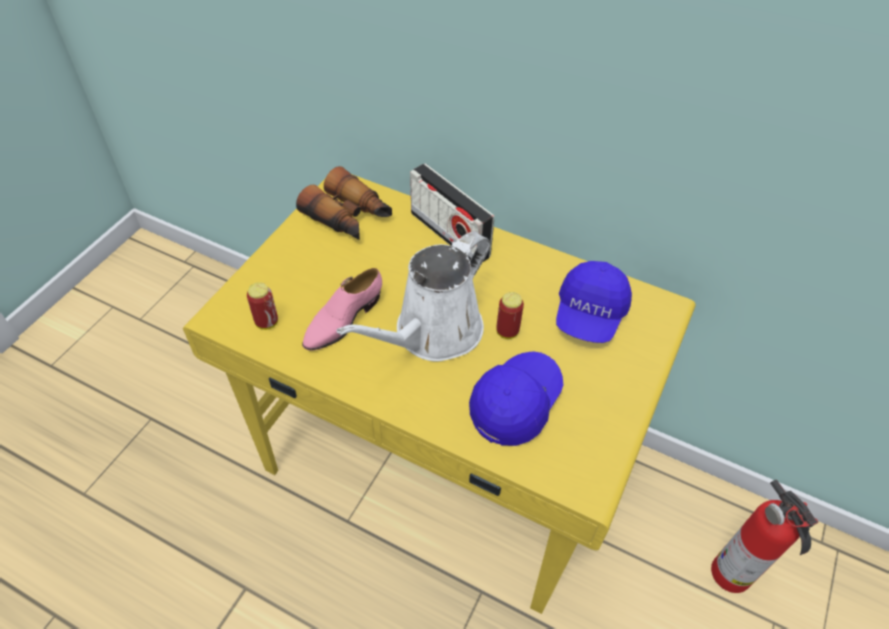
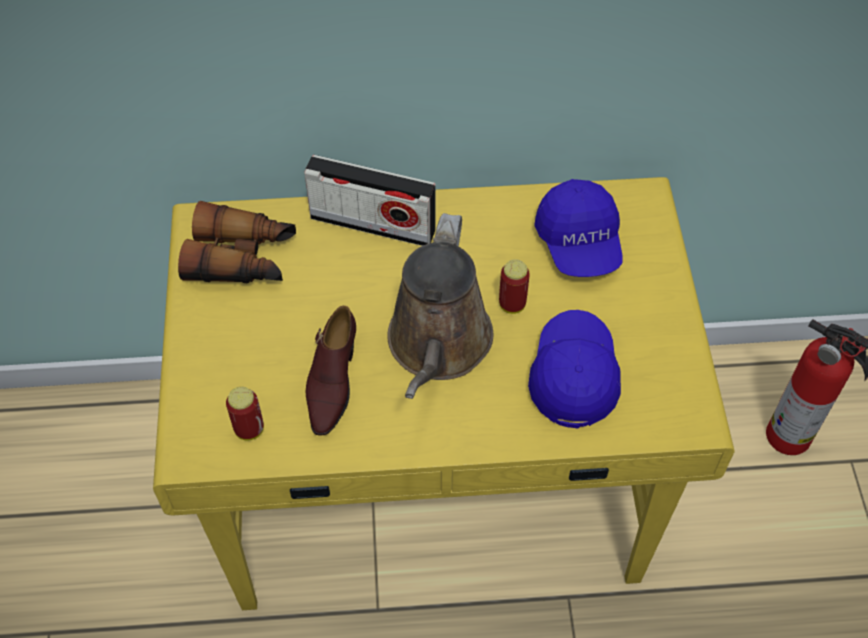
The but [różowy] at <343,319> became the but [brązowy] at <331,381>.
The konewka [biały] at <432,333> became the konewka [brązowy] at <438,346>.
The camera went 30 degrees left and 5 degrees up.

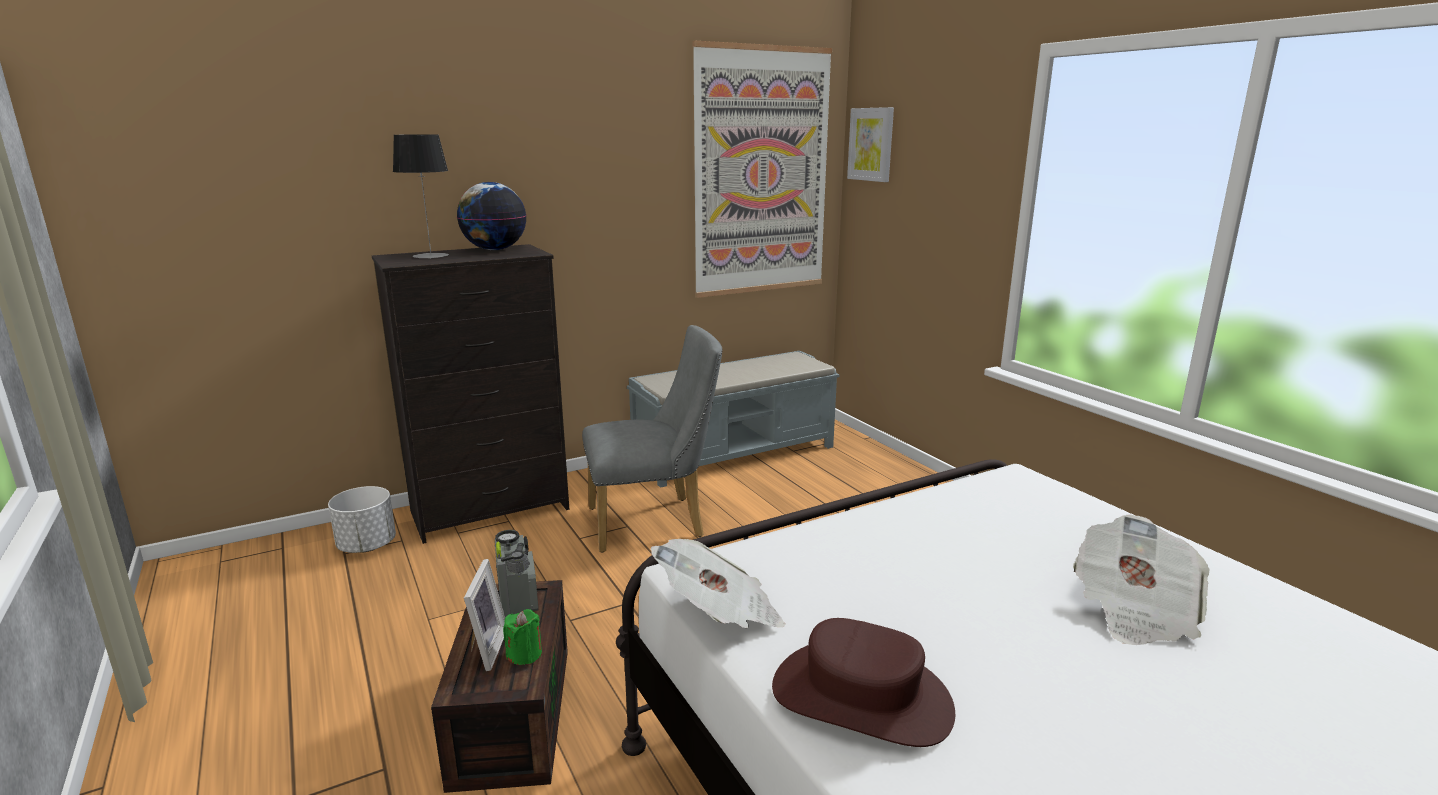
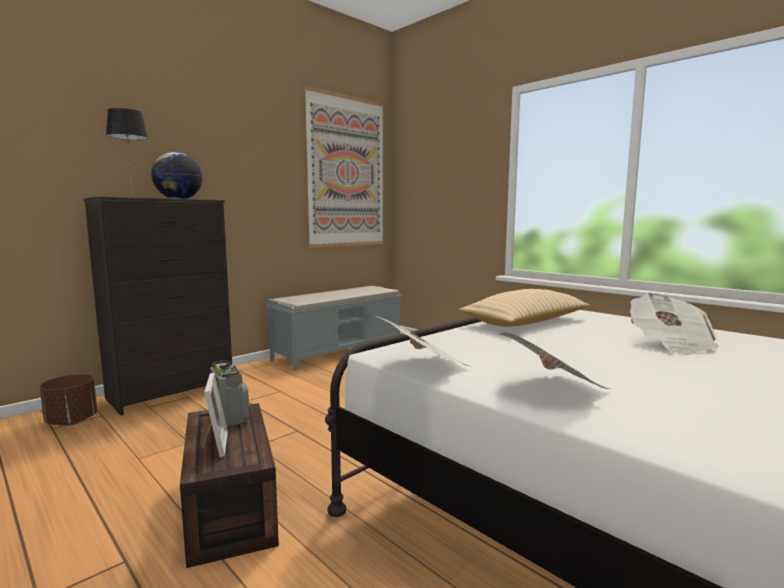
The donica [biały] at <366,546> became the donica [brązowy] at <71,421>.
The poduszka [beżowy] at <525,322> appeared.
The kapelusz [brązowy] at <861,697> was replaced by the gazeta at <553,389>.
The świeca [zielony] at <524,654> disappeared.
The krzesło [szary] at <655,522> disappeared.
The obraz at <871,144> disappeared.
The camera went 15 degrees left and 10 degrees down.

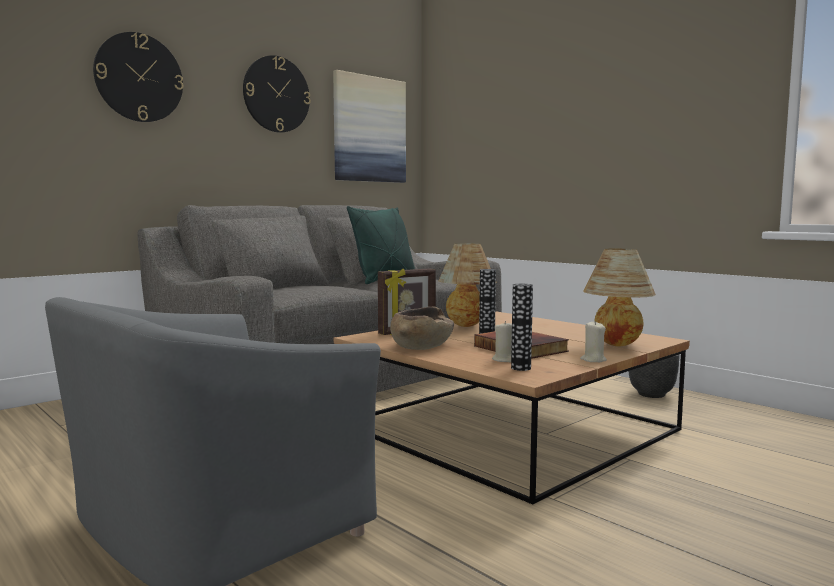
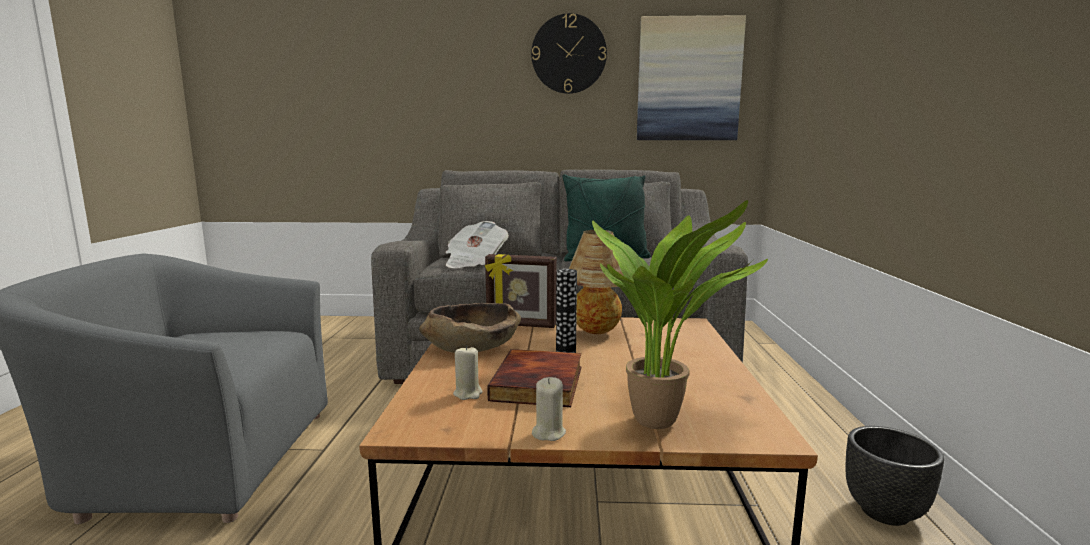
The gazeta at <474,262> appeared.
The lampa stołowa at <615,345> was replaced by the roślina doniczkowa at <662,420>.
The zegar ścienny at <139,78> disappeared.
The wazon at <521,368> disappeared.
The camera went 45 degrees right and 5 degrees up.

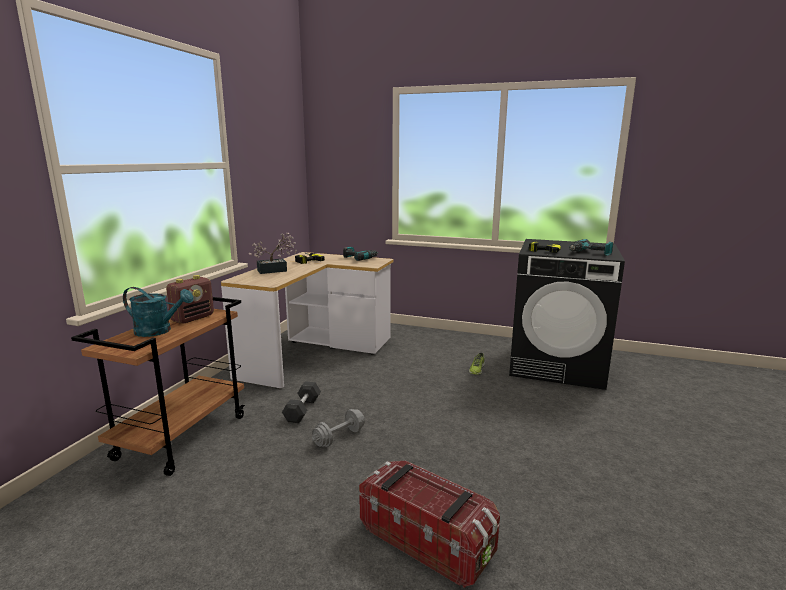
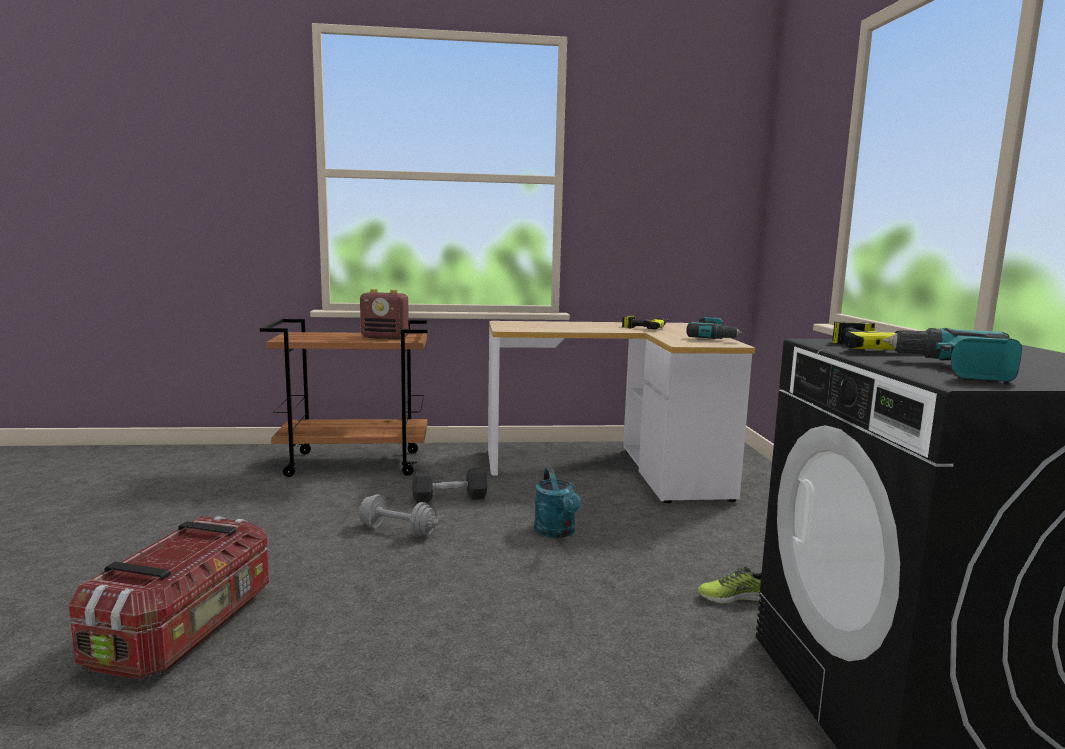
The konewka [turkusowy] moved from <159,331> to <557,532>.
The roślina doniczkowa at <276,270> disappeared.
The camera went 65 degrees right and 5 degrees down.

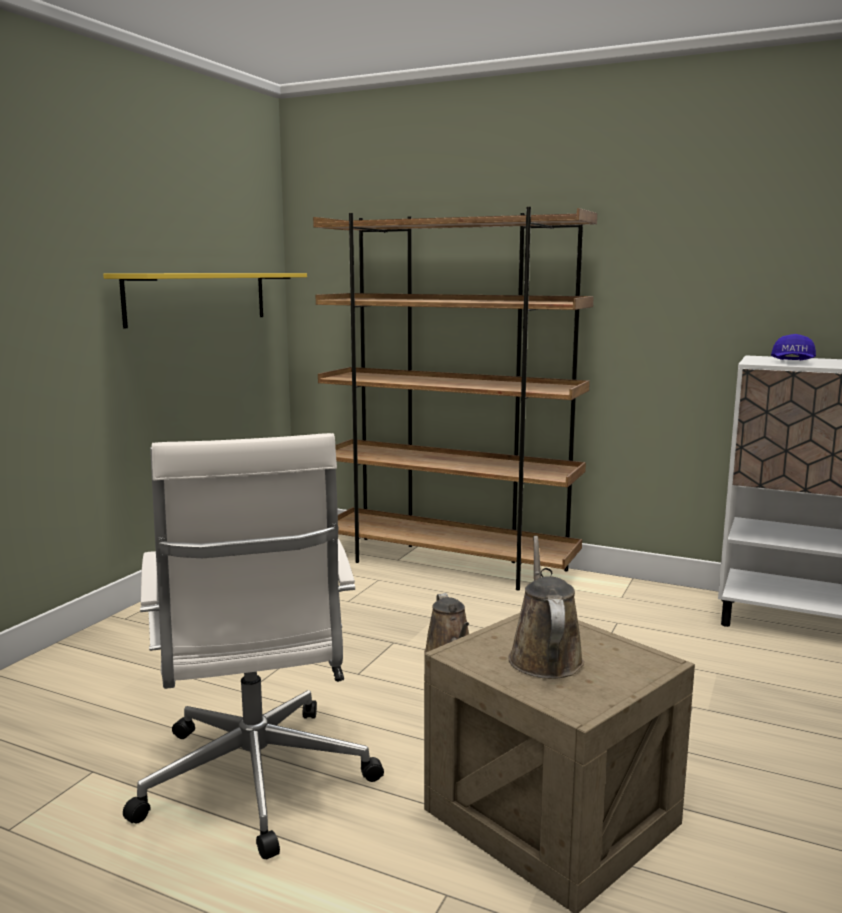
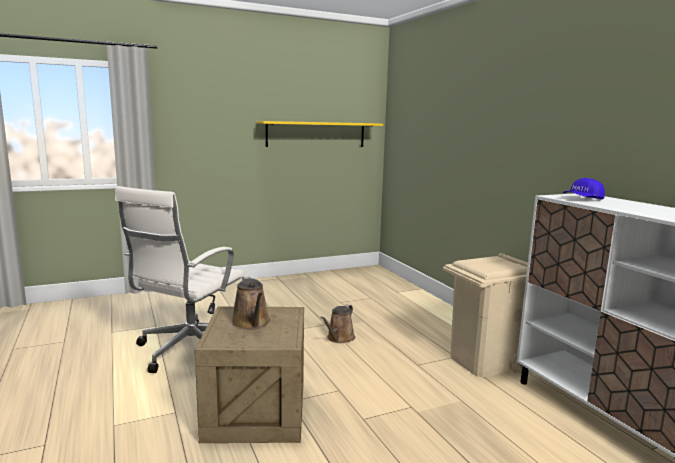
The konewka [brązowy] at <544,656> turned 120 degrees clockwise.
The kosz na śmieci [beżowy] at <483,362> appeared.
The regał [brązowy] at <448,564> disappeared.
The camera went 40 degrees right and 0 degrees up.

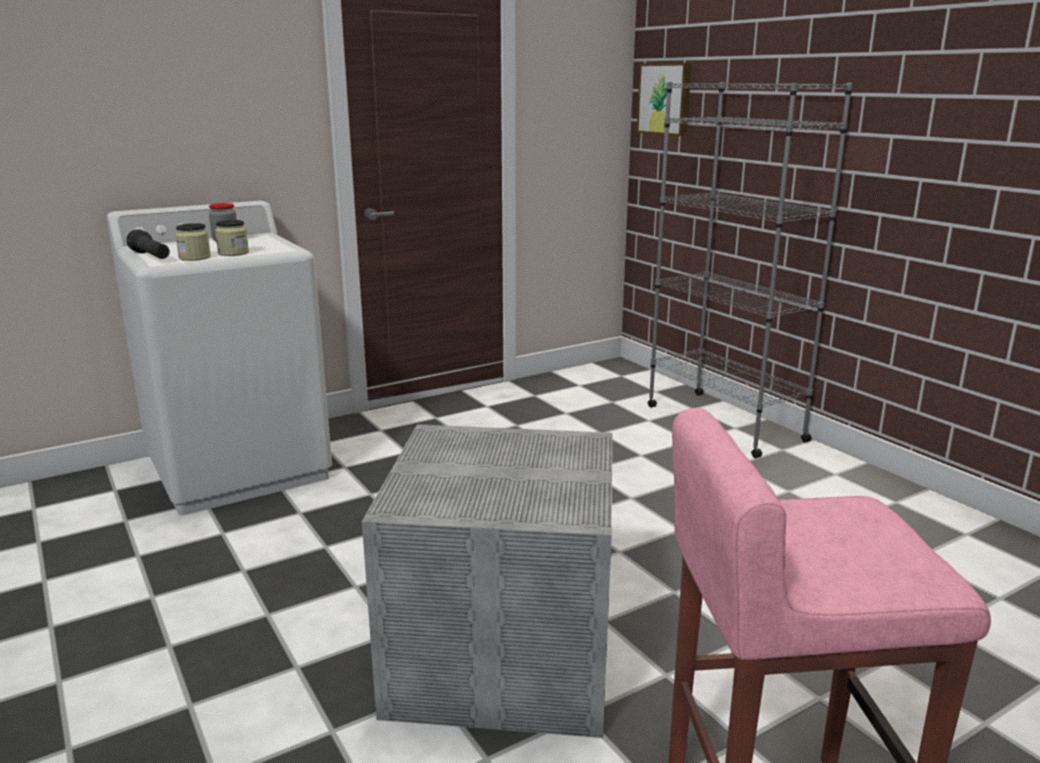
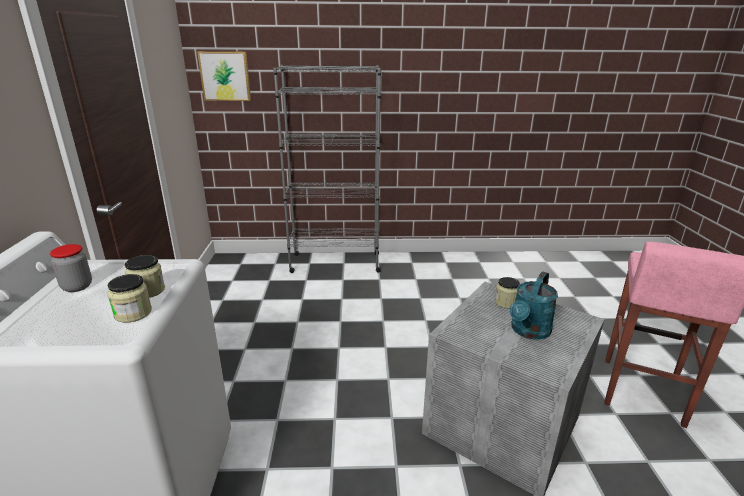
The słoik at <506,302> appeared.
The konewka [turkusowy] at <528,332> appeared.
The latarka [czarny] at <151,257> disappeared.
The camera went 60 degrees left and 5 degrees up.

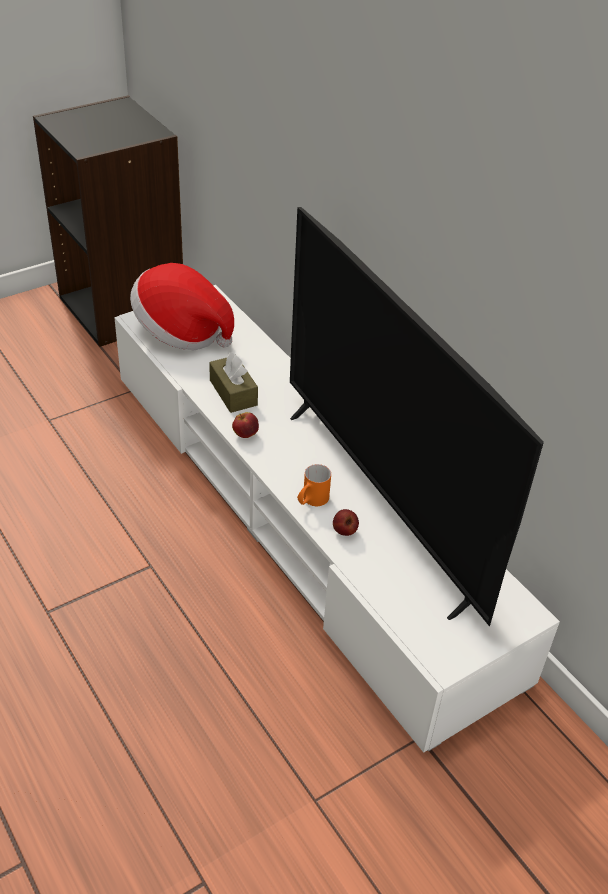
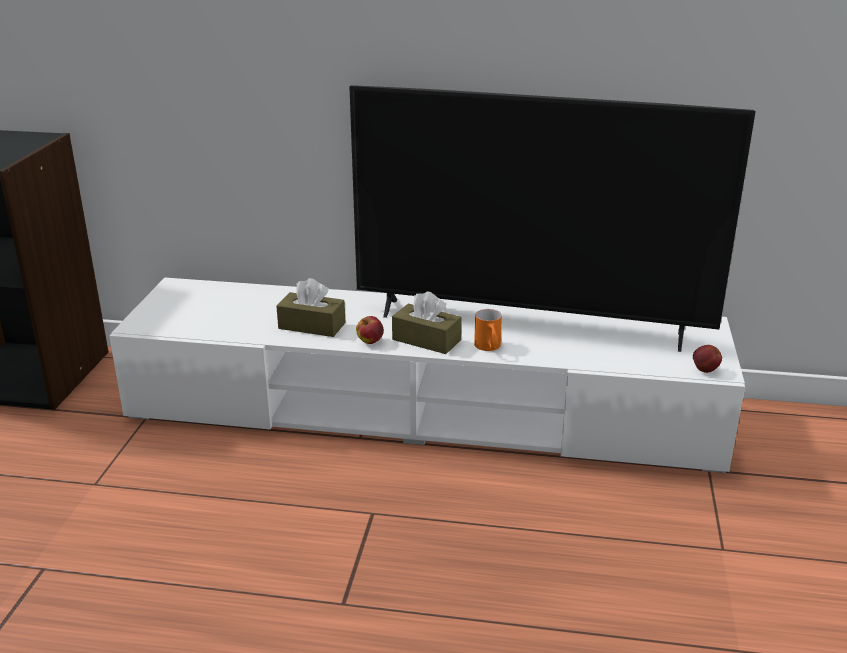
The pudełko chusteczek [brązowy] at <426,340> appeared.
The jabłko moved from <344,531> to <704,370>.
The kapelusz at <181,332> disappeared.
The camera went 45 degrees left and 15 degrees down.

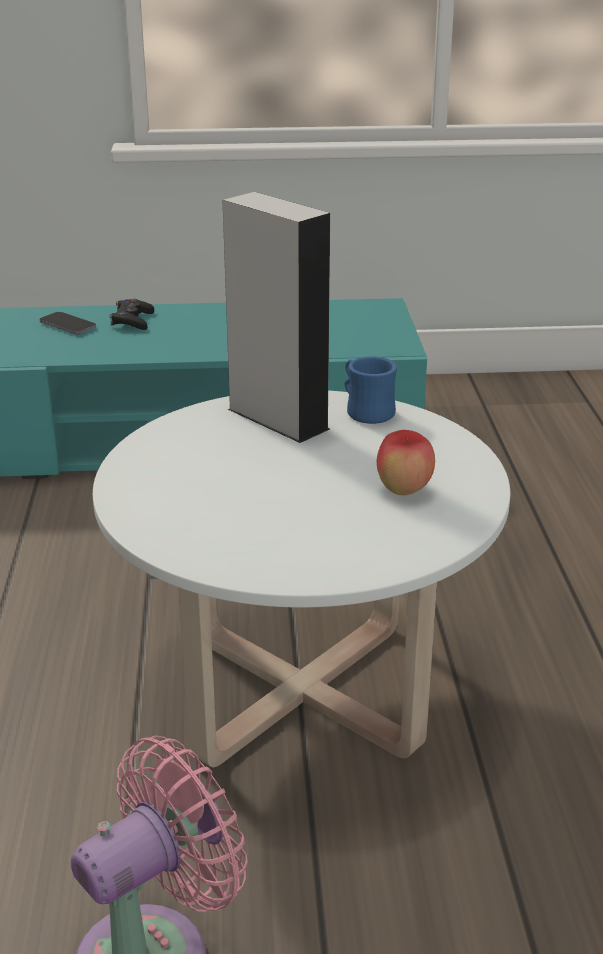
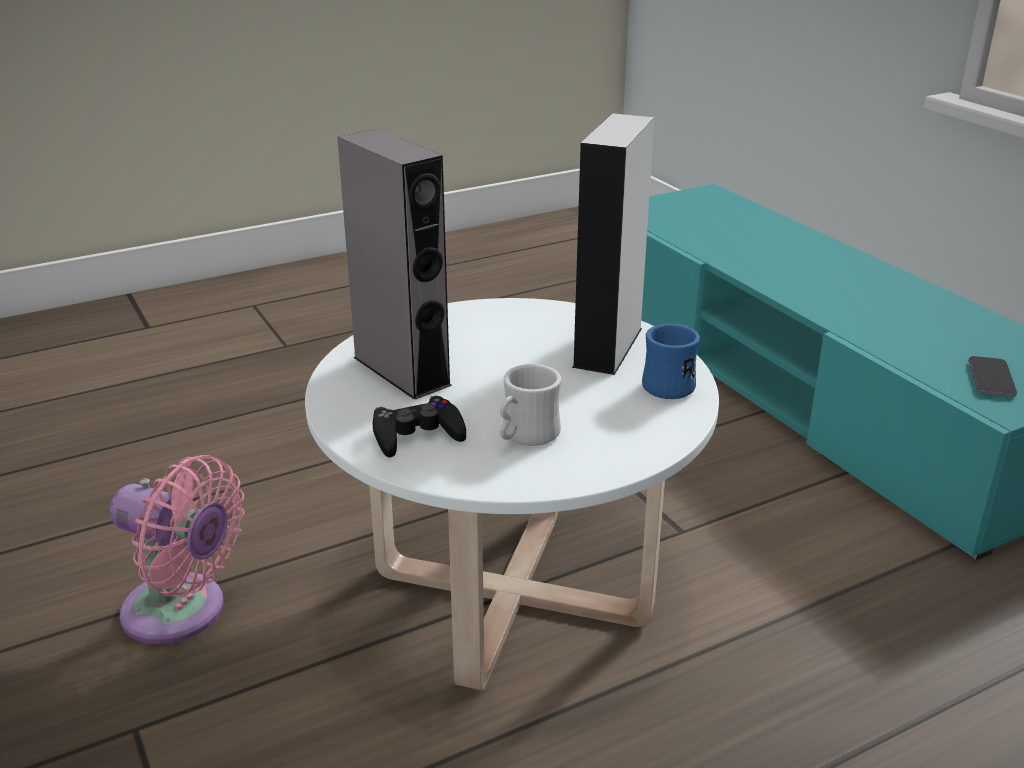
The głośnik [szary] at <401,371> appeared.
The pad do gier [czarny] moved from <132,321> to <417,435>.
The jabłko at <404,491> was replaced by the kubek [biały] at <525,436>.
The telefon moved from <68,325> to <991,379>.
The camera went 65 degrees right and 0 degrees up.

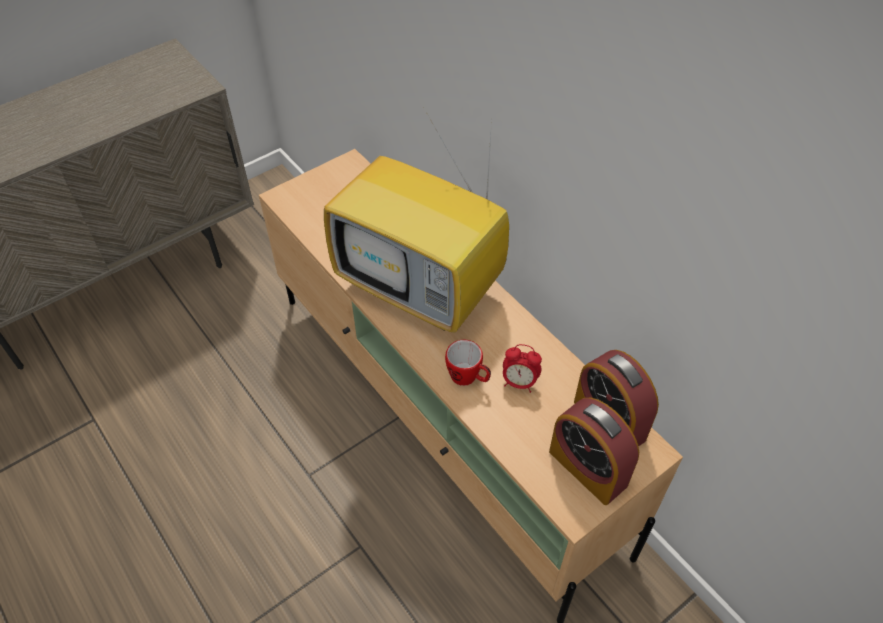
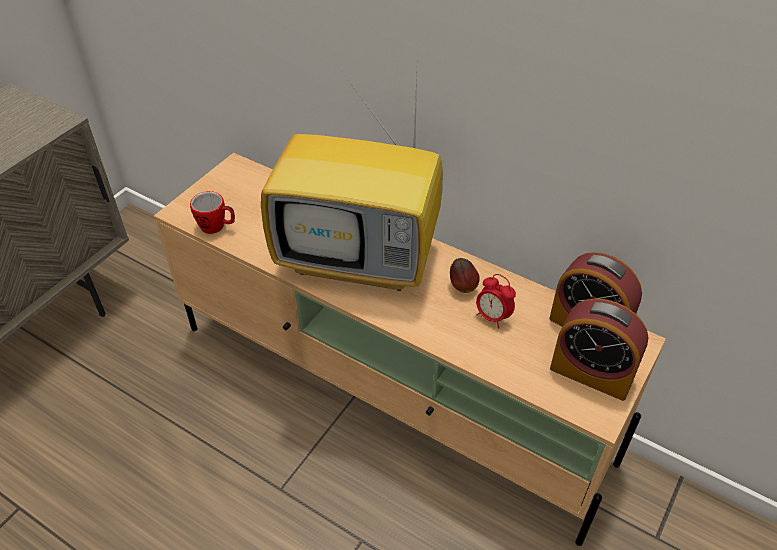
The kubek moved from <468,378> to <217,227>.
The jabłko at <462,287> appeared.
The budzik at <519,382> turned 45 degrees clockwise.
The camera went 20 degrees left and 5 degrees down.

